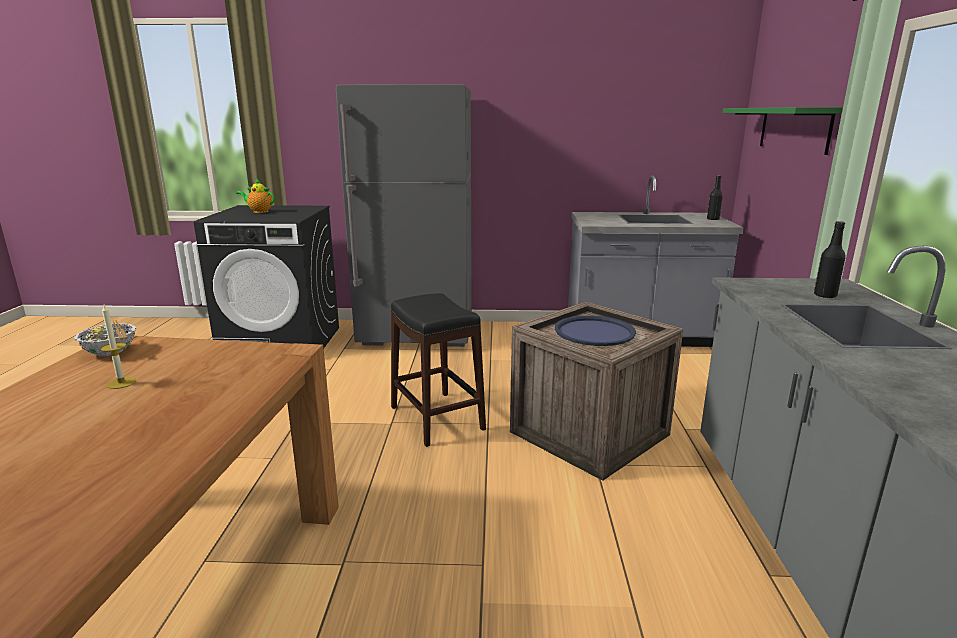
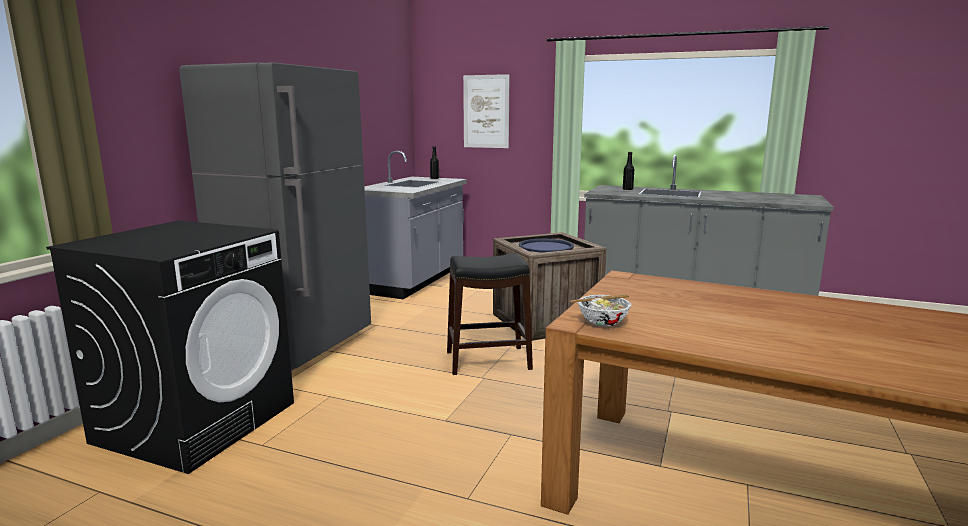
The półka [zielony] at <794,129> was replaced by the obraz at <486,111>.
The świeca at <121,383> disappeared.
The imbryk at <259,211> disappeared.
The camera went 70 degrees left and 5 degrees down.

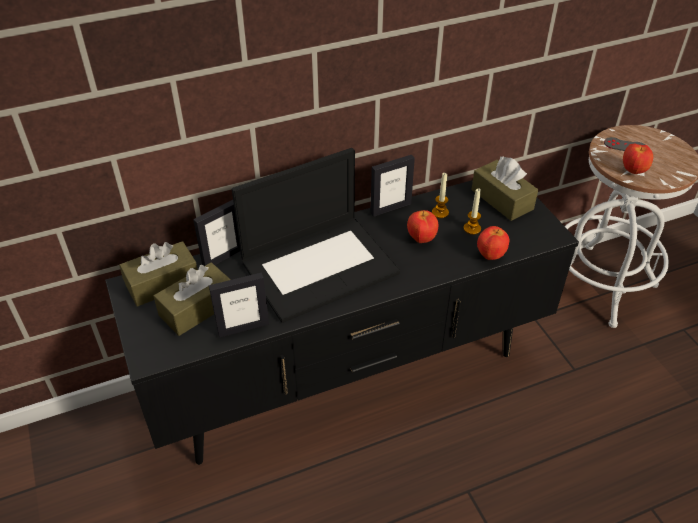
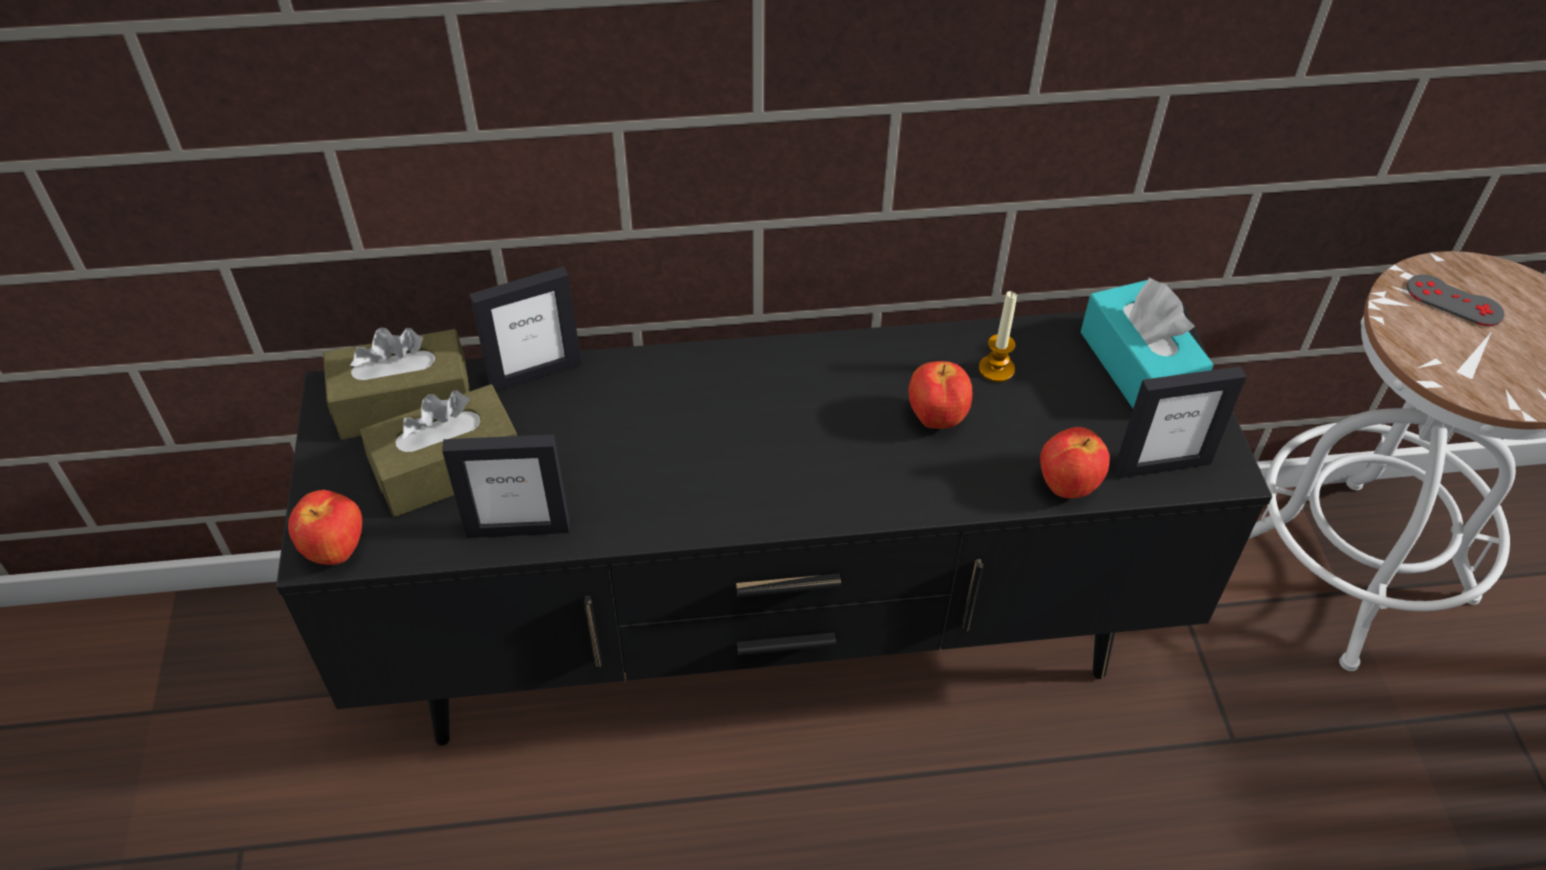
The jabłko moved from <633,171> to <336,551>.
The pudełko chusteczek [brązowy] at <502,199> became the pudełko chusteczek [turkusowy] at <1138,367>.
The ramka na zdjęcie moved from <390,208> to <1162,465>.
The laptop at <320,266> disappeared.
The świeca at <472,228> disappeared.
The camera went 15 degrees right and 5 degrees up.

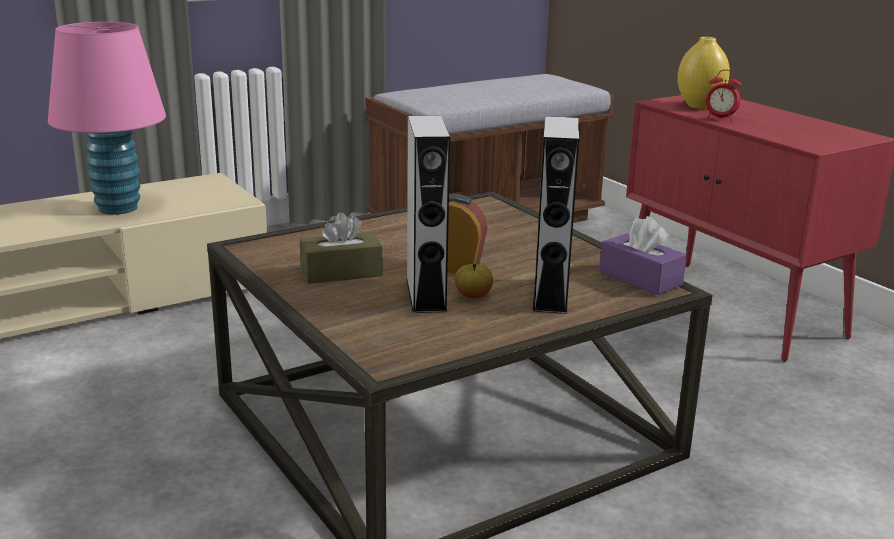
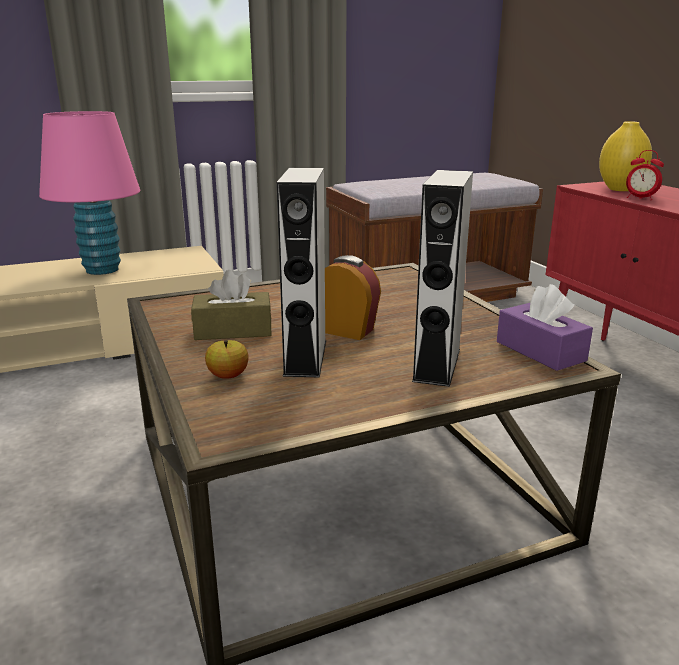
The jabłko moved from <473,296> to <228,376>.
The camera went 10 degrees right and 0 degrees up.

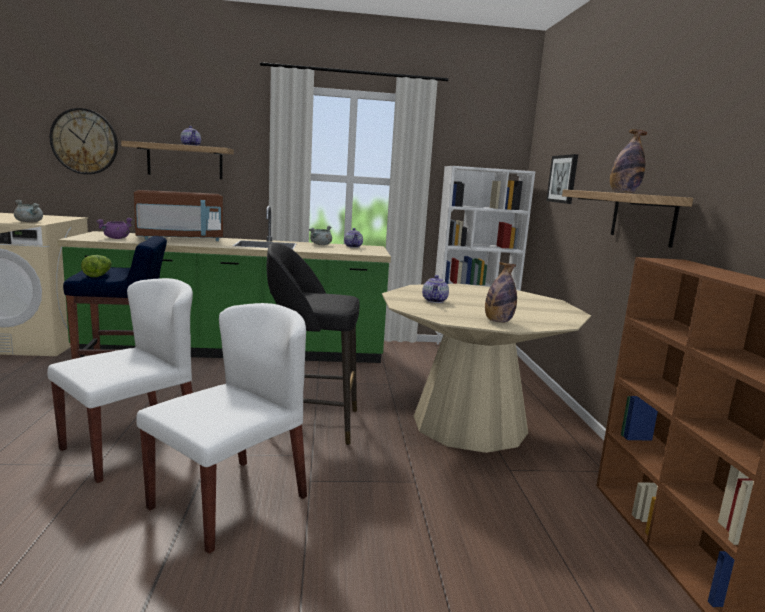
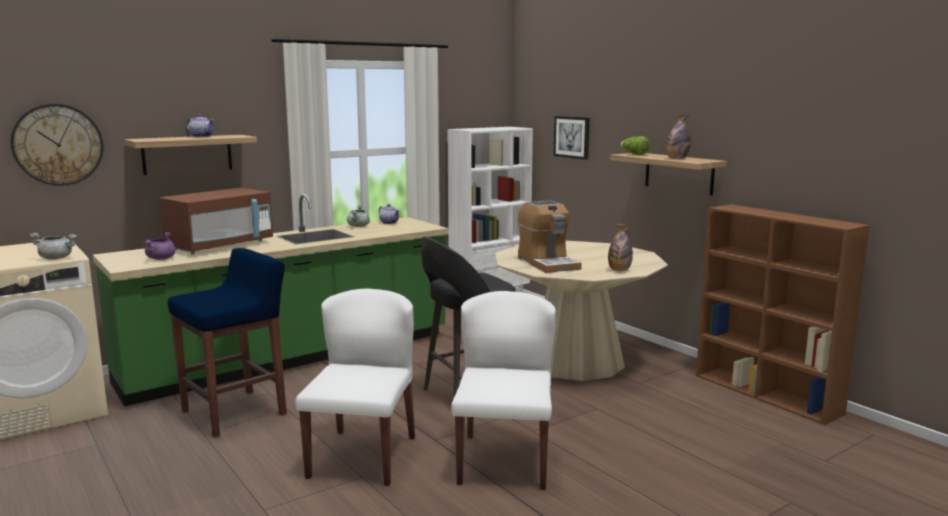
The imbryk at <435,301> was replaced by the ekspres do kawy at <547,263>.
The sałata moved from <98,275> to <633,154>.
The camera went 30 degrees left and 0 degrees up.

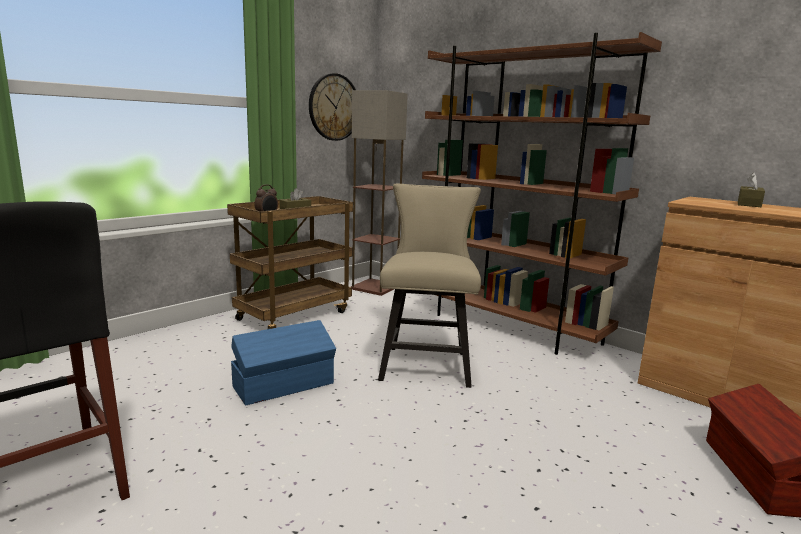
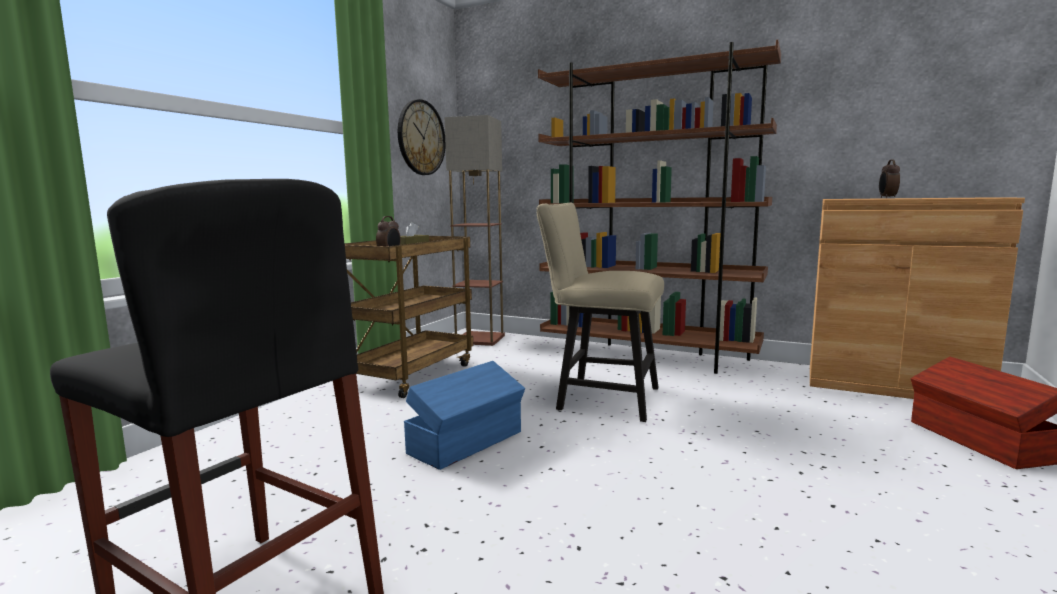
The krzesło [beżowy] at <426,362> turned 60 degrees counterclockwise.
The pudełko chusteczek [brązowy] at <749,204> was replaced by the budzik at <887,198>.
The camera went 15 degrees left and 5 degrees down.

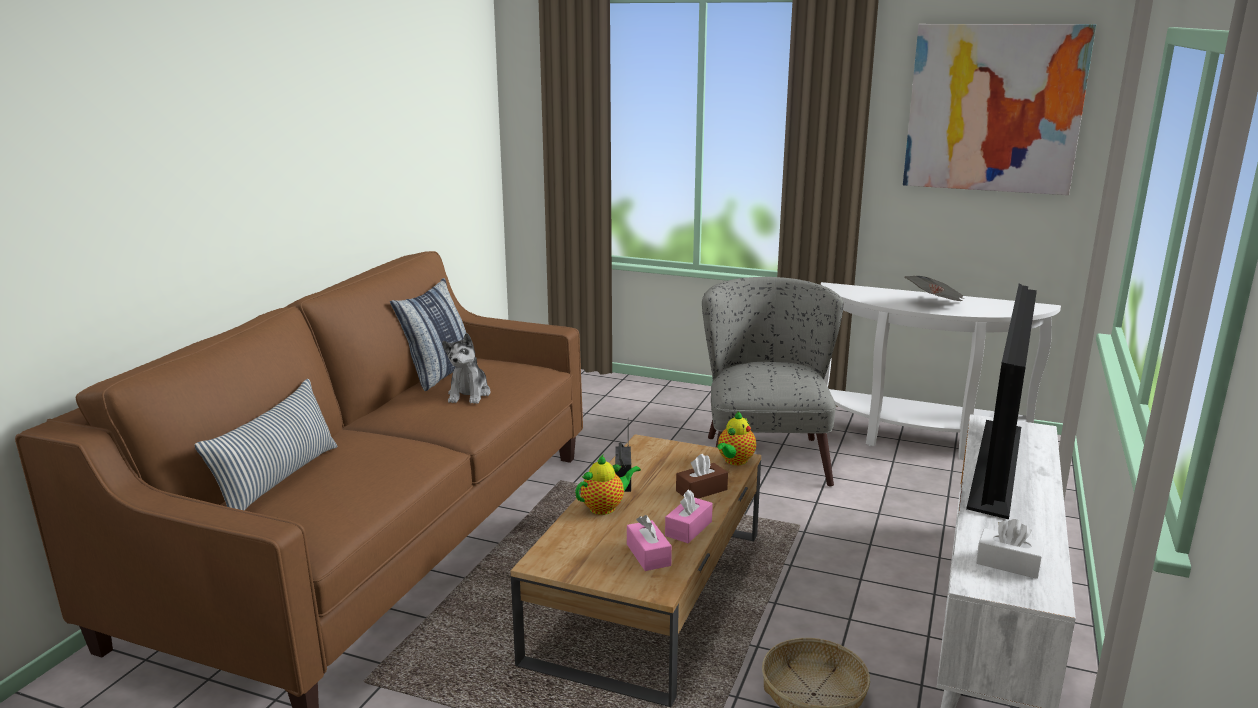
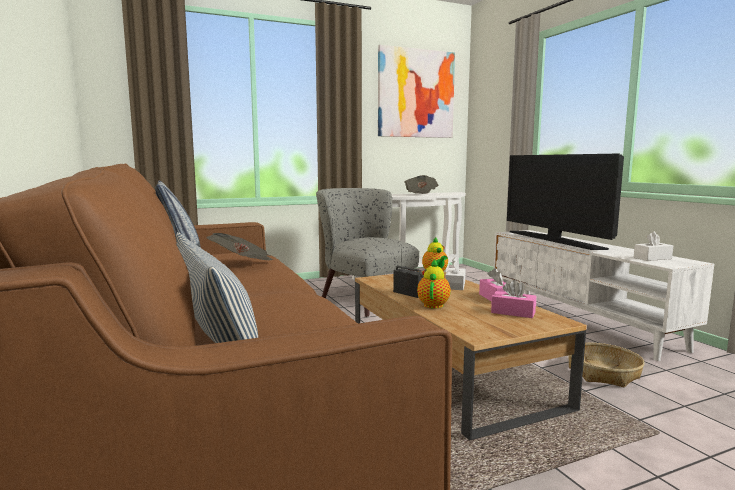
The pluszak at <469,394> was replaced by the gazeta at <243,265>.
The pudełko chusteczek [brązowy] at <701,490> became the pudełko chusteczek [biały] at <455,285>.
The camera went 45 degrees left and 10 degrees down.

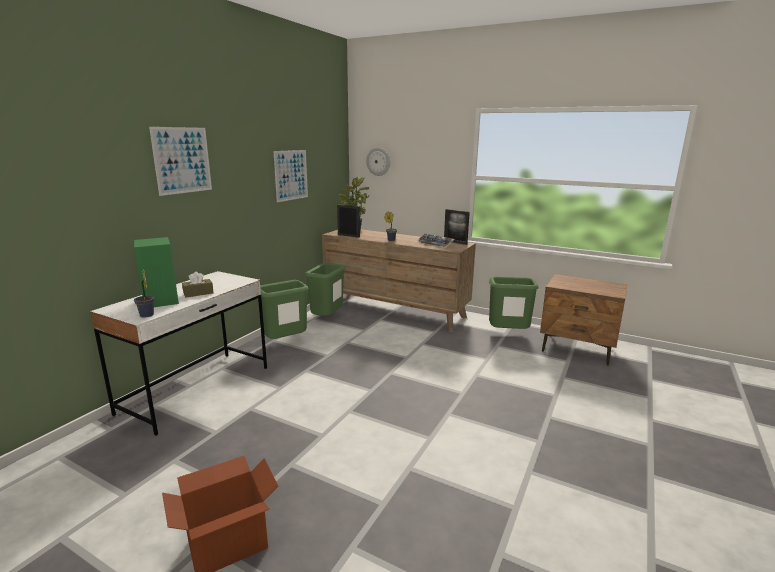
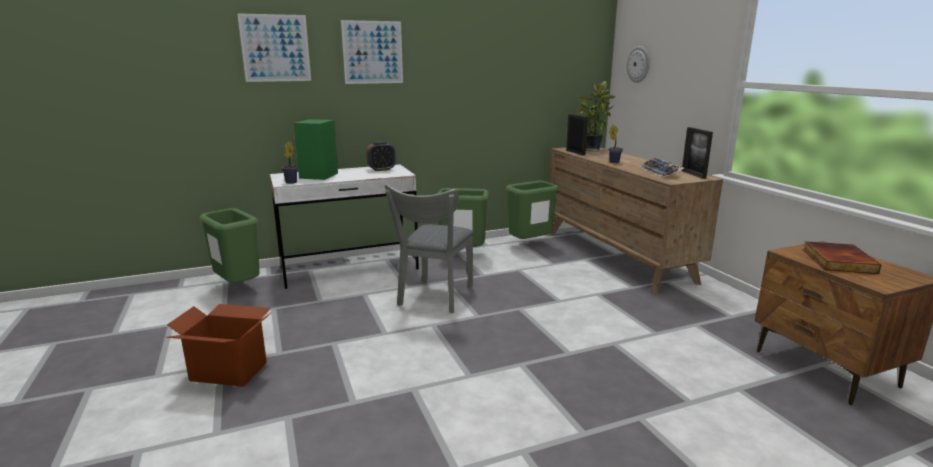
The kosz na śmieci [zielony] moved from <507,335> to <237,288>.
The obraz moved from <291,175> to <275,48>.
The budzik at <381,169> appeared.
The krzesło [szary] at <434,297> appeared.
The książka at <836,261> appeared.
The pudełko chusteczek [brązowy] at <198,293> disappeared.
The camera went 40 degrees right and 0 degrees up.

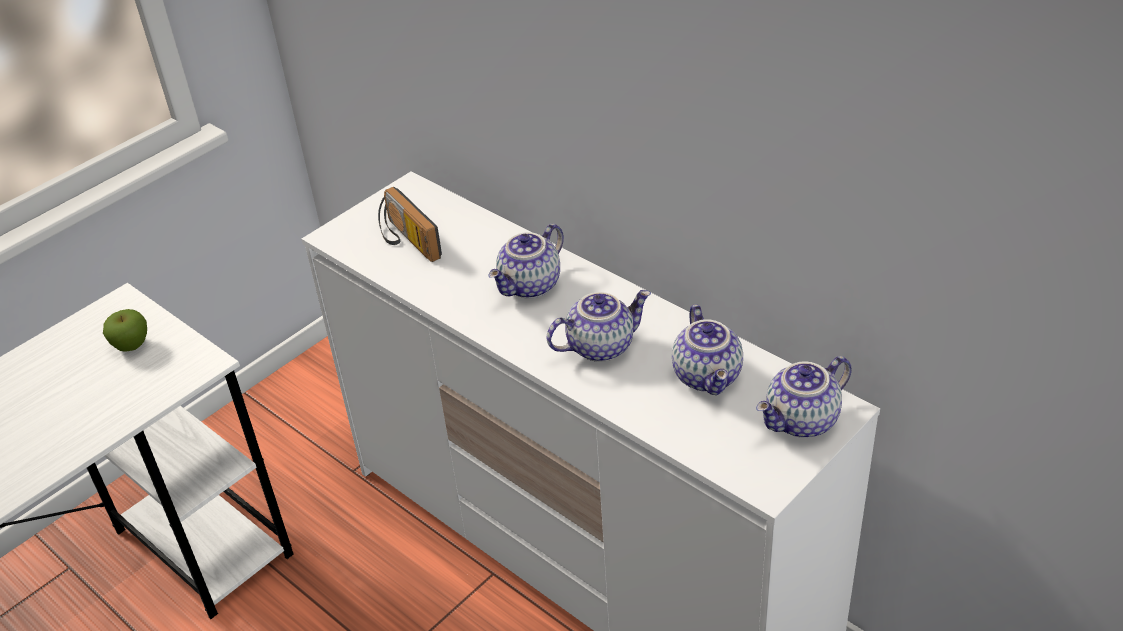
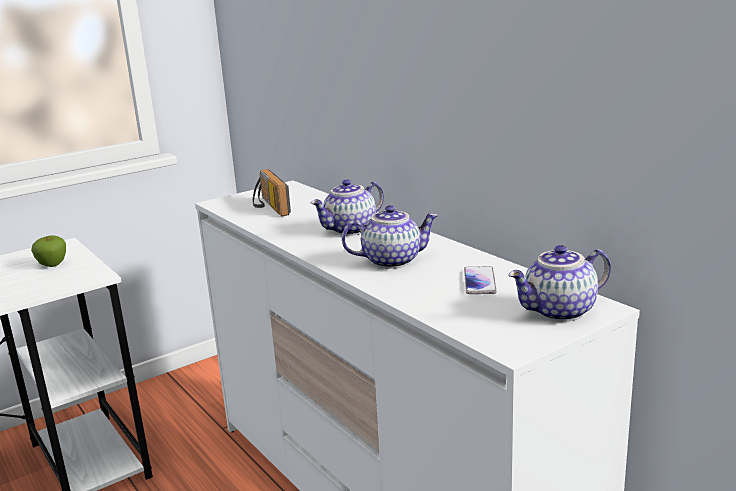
The imbryk at <709,376> was replaced by the telefon at <480,281>.
The camera went 10 degrees right and 20 degrees down.

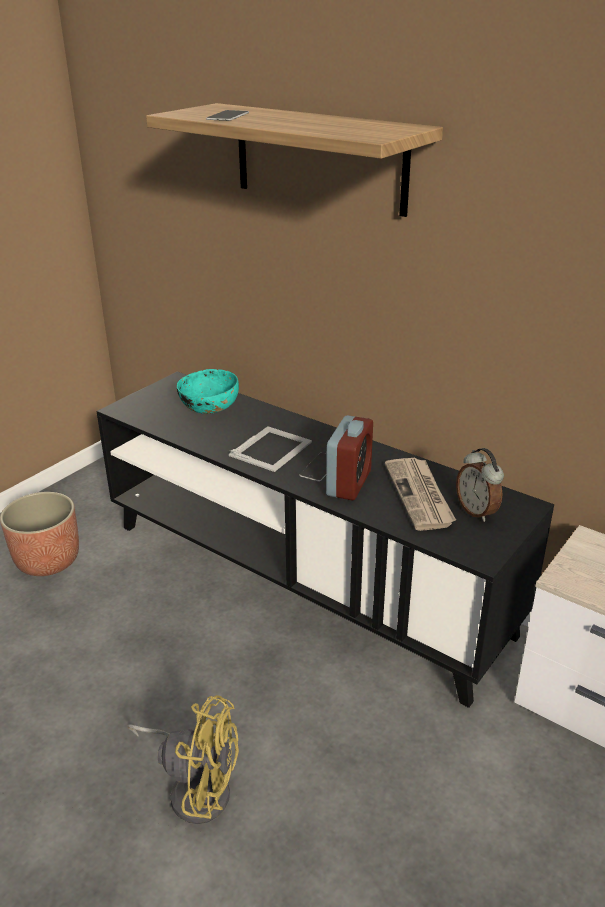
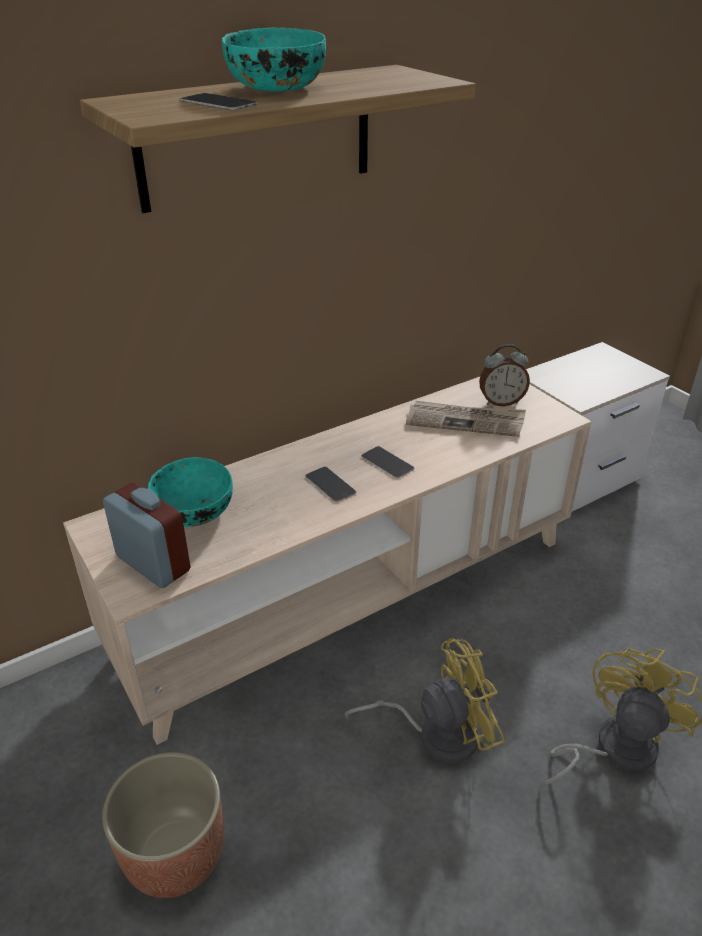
The szafka pod telewizor [czarny] at <303,577> became the szafka pod telewizor [beżowy] at <350,595>.
The budzik moved from <349,483> to <153,563>.
The miska [turkusowy] at <275,88> appeared.
The ramka na zdjęcie at <272,448> was replaced by the telefon at <330,484>.
The wentylator [żółty] at <436,733> appeared.
The camera went 70 degrees left and 5 degrees up.

